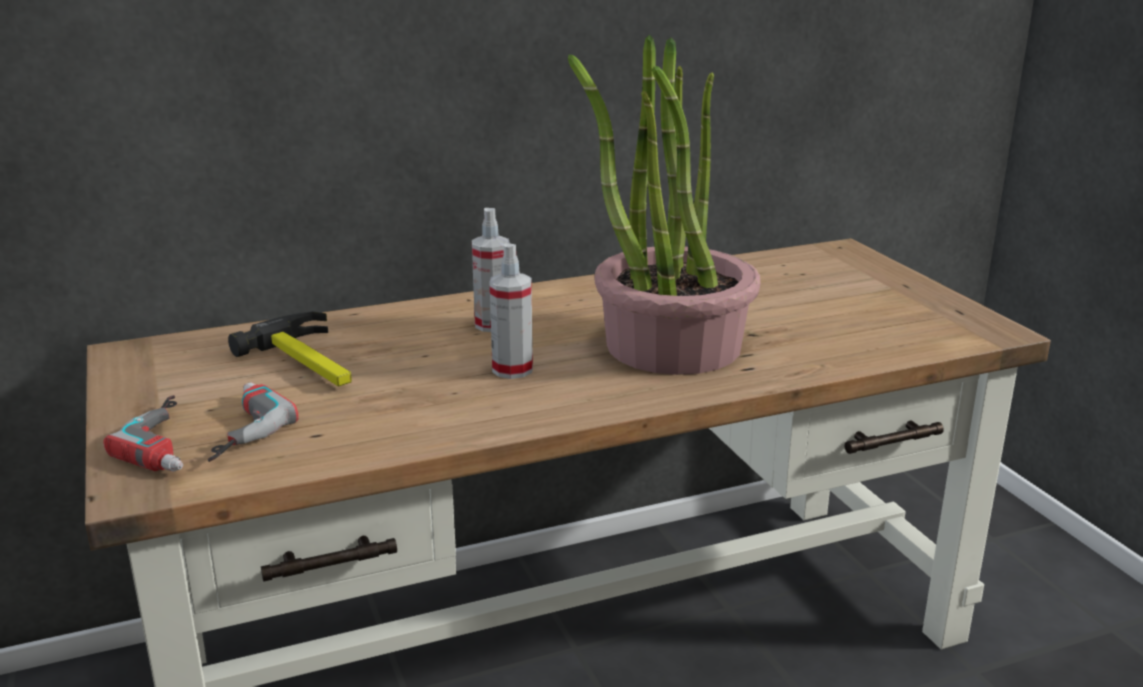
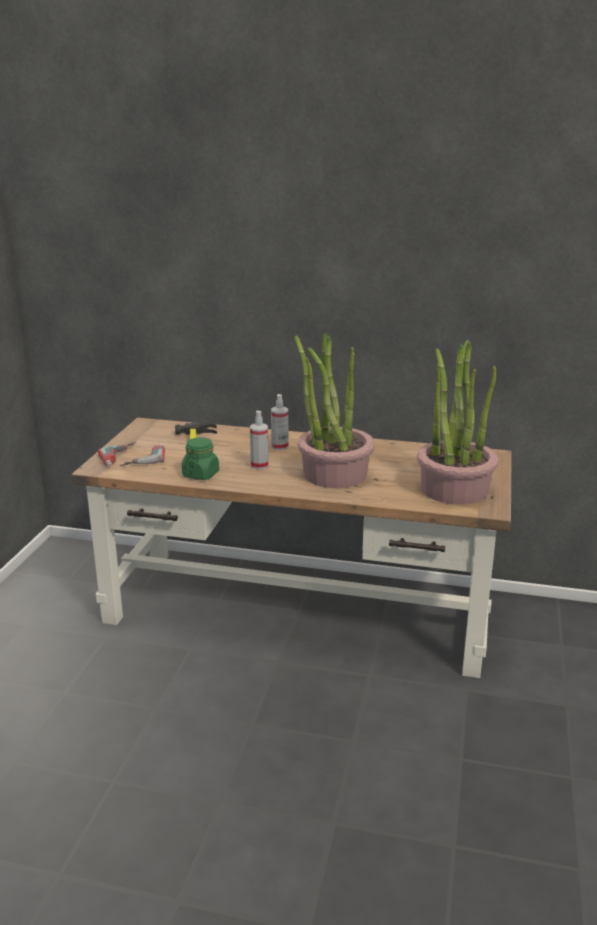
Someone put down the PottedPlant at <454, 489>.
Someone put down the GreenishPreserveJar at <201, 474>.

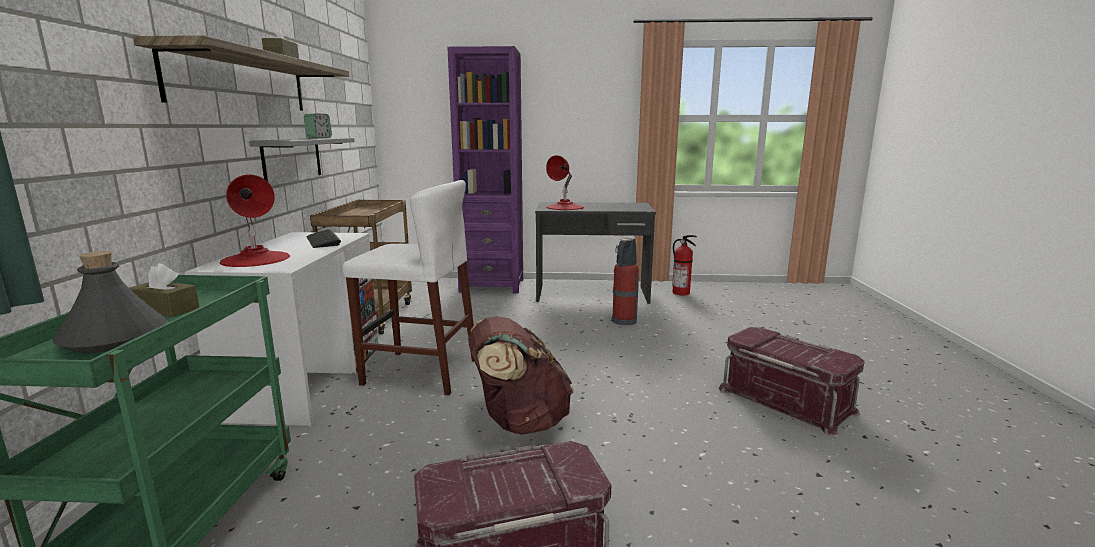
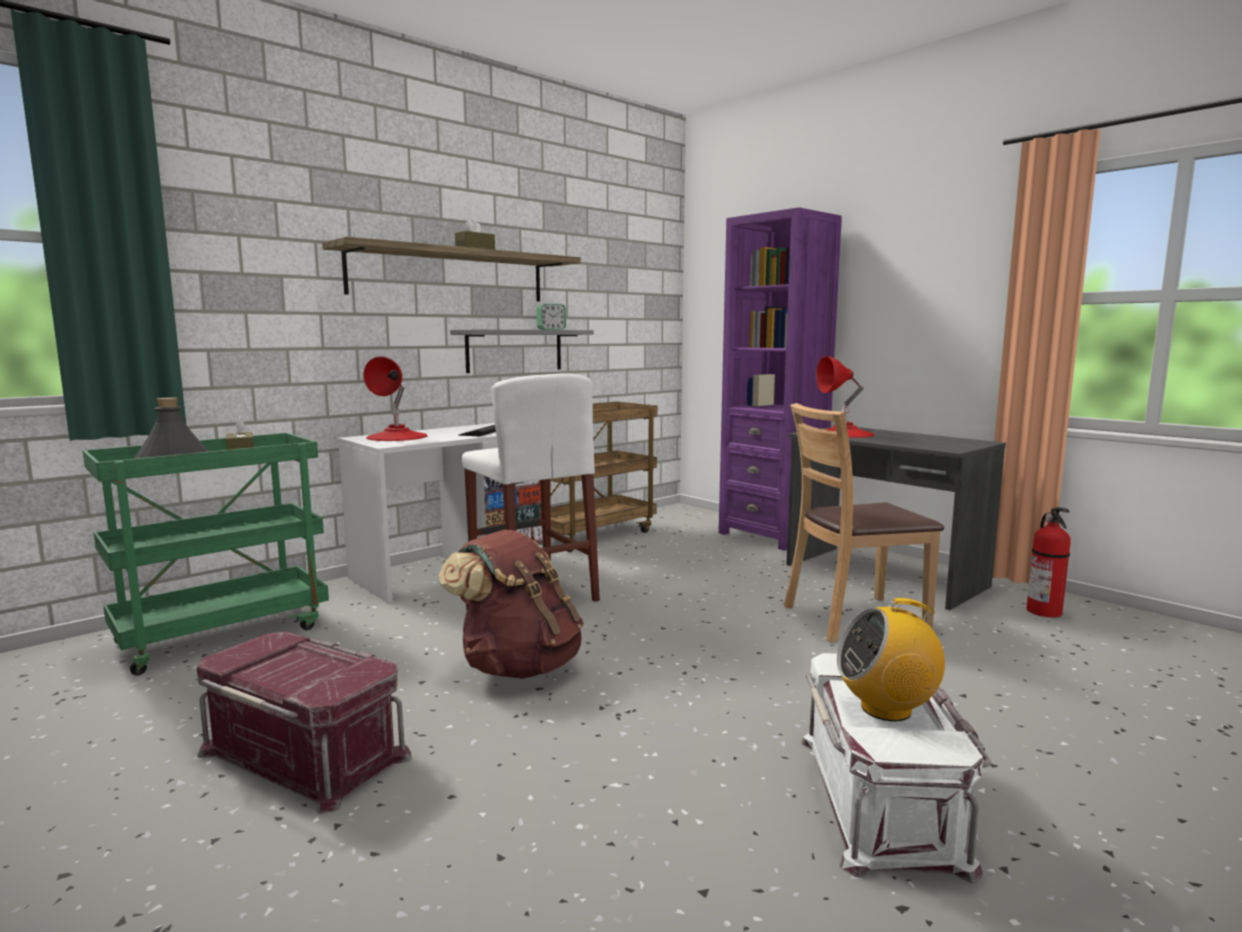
Someone swapped the FireExtinguisher at <623, 321> for the BrownColouredChair at <853, 618>.
Someone repainted the RedColouredStorageBox at <786, 400>, which became the WhitishStorageBox at <882, 799>.
Someone put down the RadioReceiver at <886, 708>.

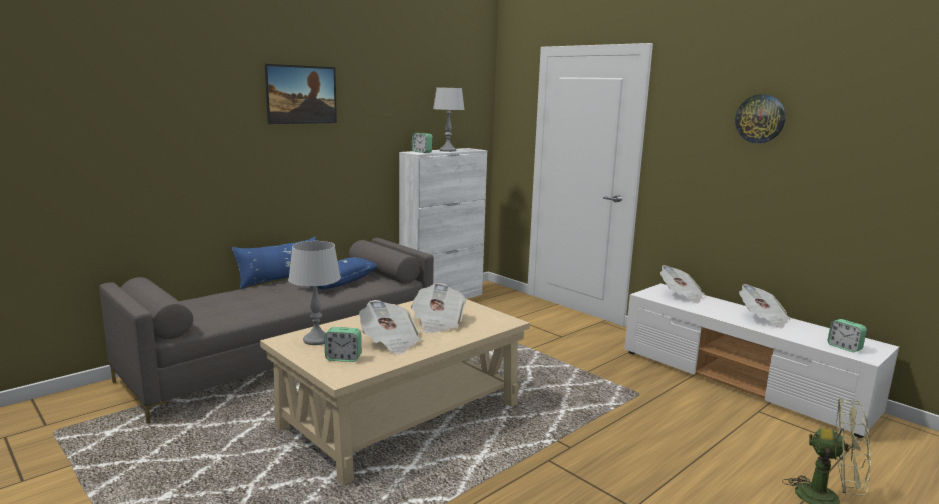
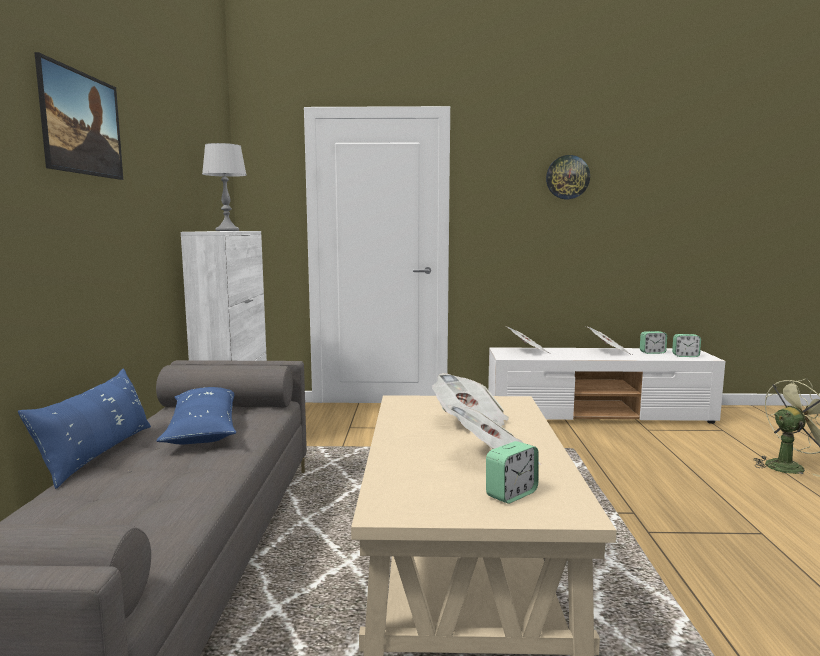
Someone carried the TableClock from <421, 152> to <652, 352>.
Someone took away the GreyishTableLamp at <316, 340>.

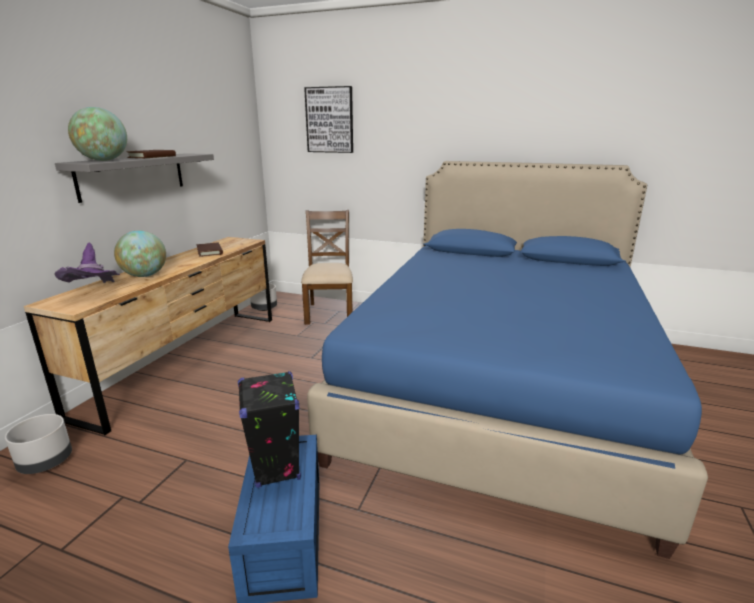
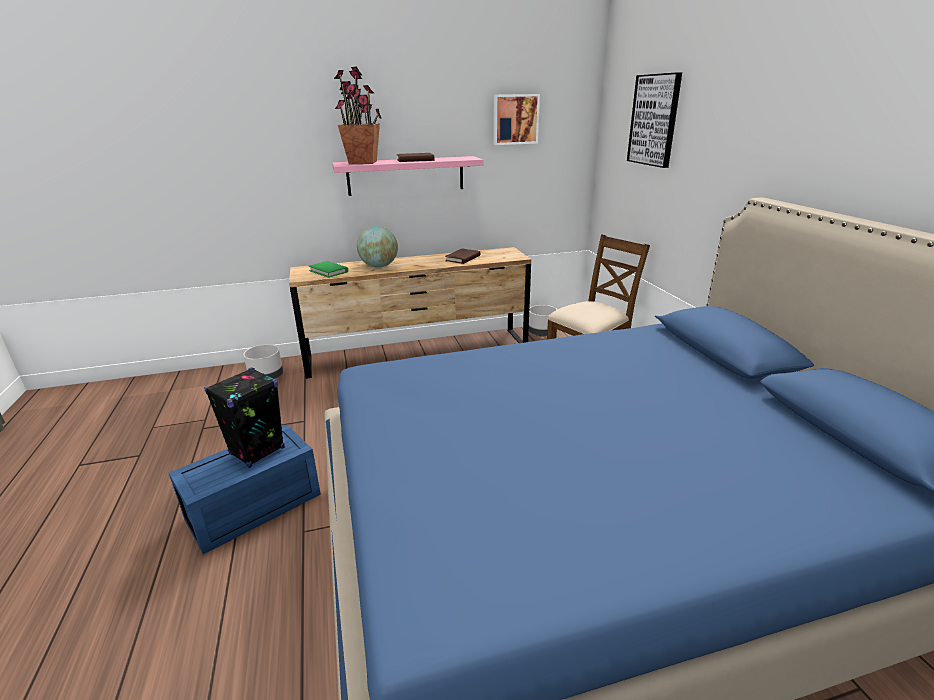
Someone swapped the WorldGlobe at <103, 160> for the PottedPlant at <363, 162>.
Someone repainted the GreyishBracketShelf at <133, 175>, which became the PinkColouredBracketShelf at <406, 175>.
Someone swapped the PurpleHat at <96, 294> for the GreenishBoundBook at <328, 271>.
Someone put up the Picture at <515, 119>.

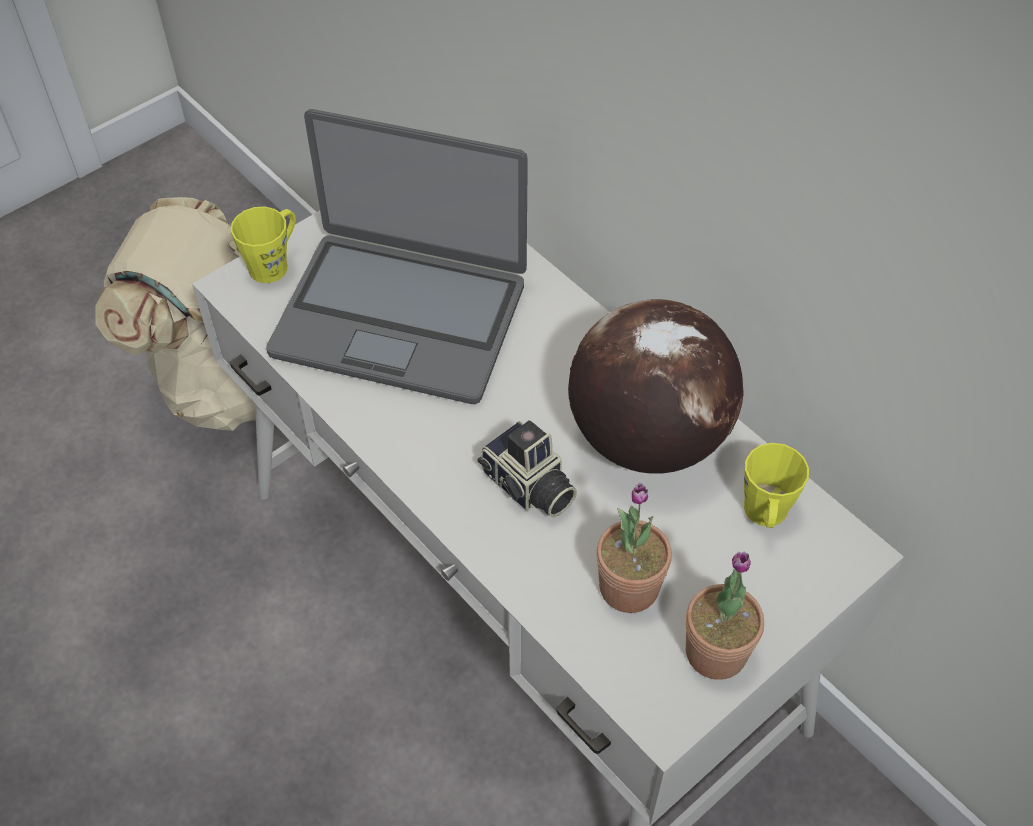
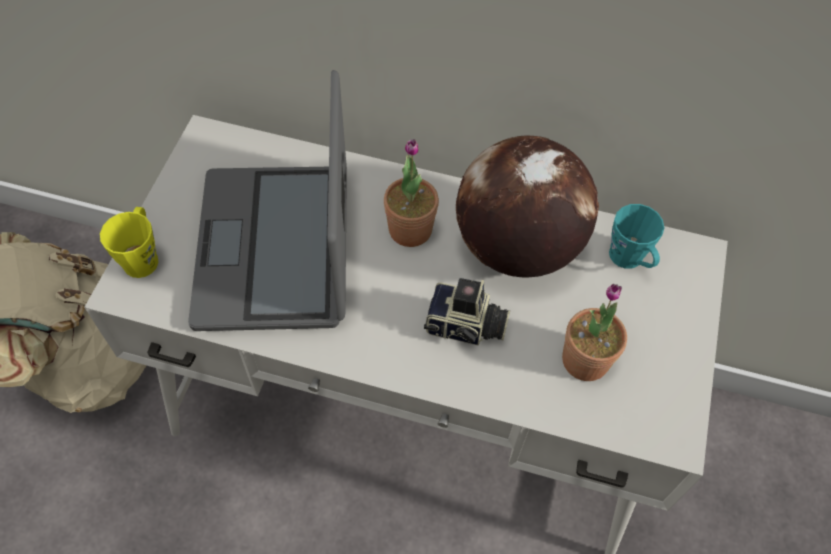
Someone rotated the NotebookComputer at <400, 316> by 105 degrees clockwise.
Someone repainted the YellowTeaMug at <765, 515>, which became the BlueGreenTeaMug at <629, 260>.
Someone carried the PottedPlant from <716, 652> to <410, 229>.

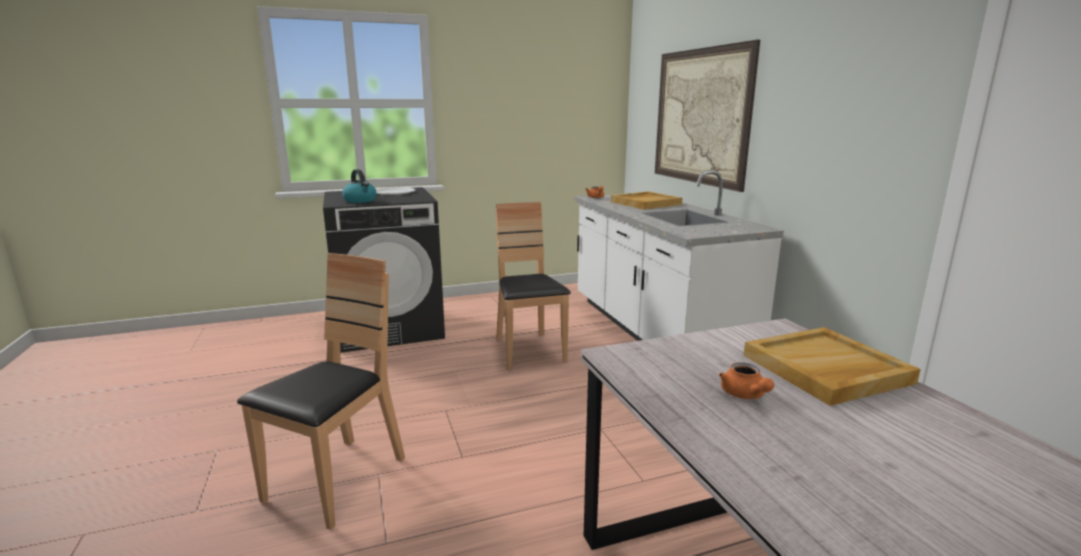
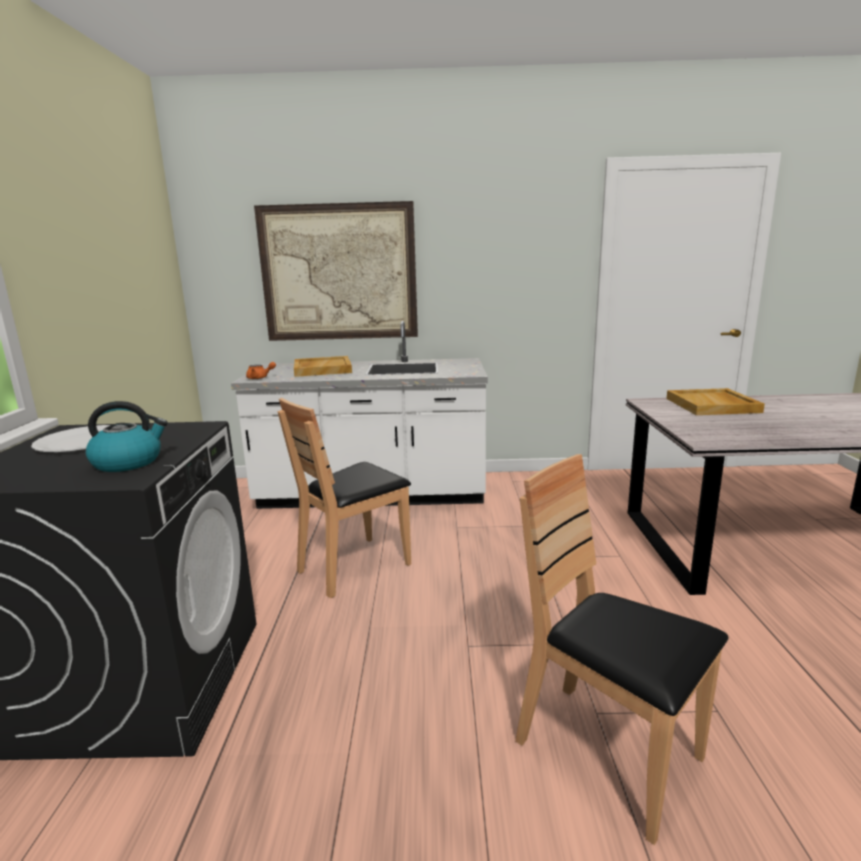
Someone rotated the BrownColouredChair at <528, 351> by 45 degrees counterclockwise.
Someone took away the OrangeColouredTeaPot at <744, 395>.

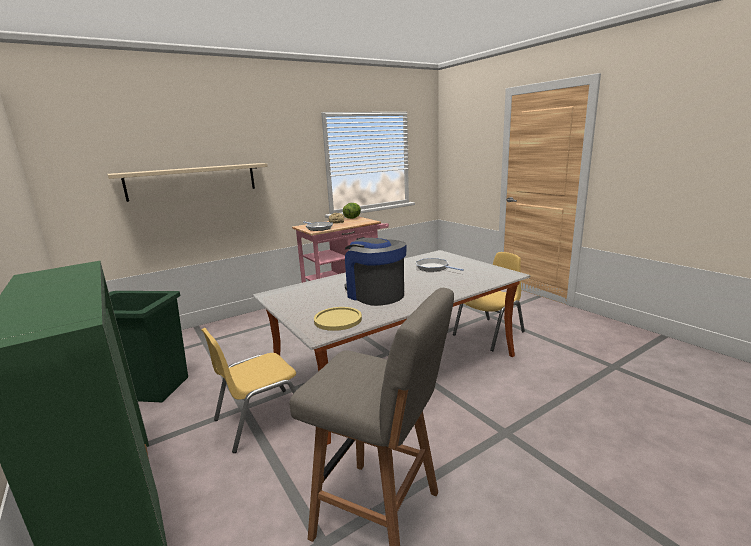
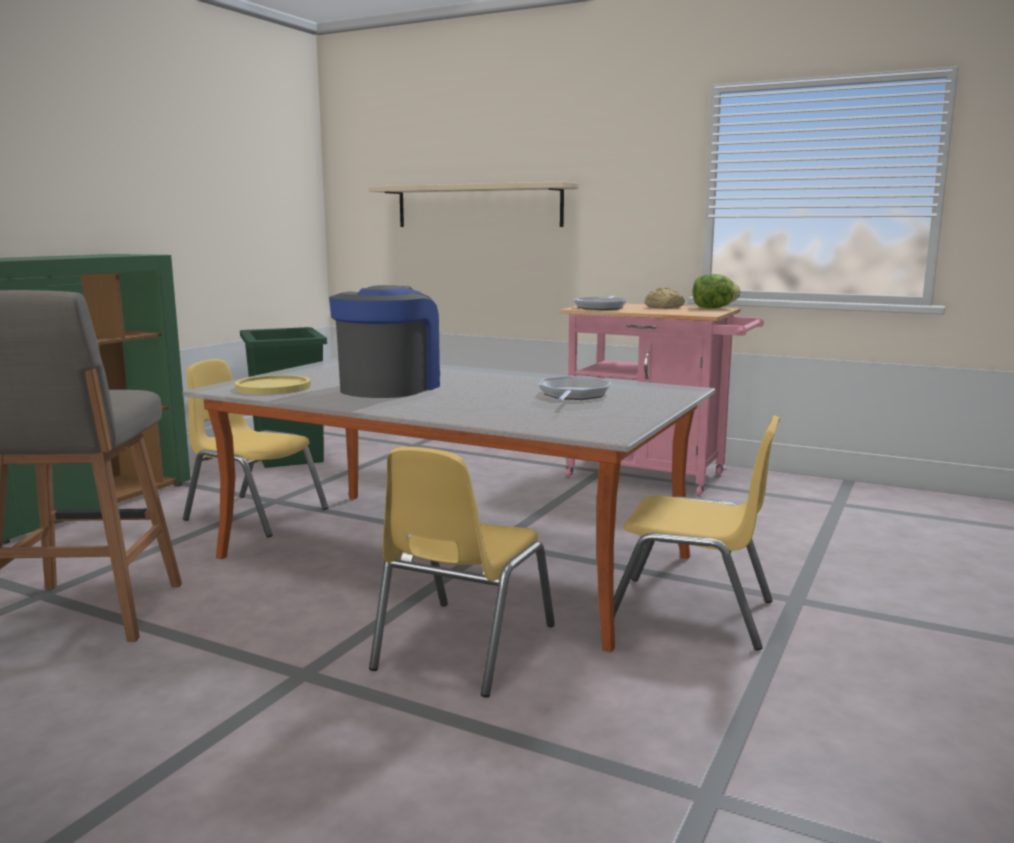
Someone put down the YellowChair at <463, 647>.

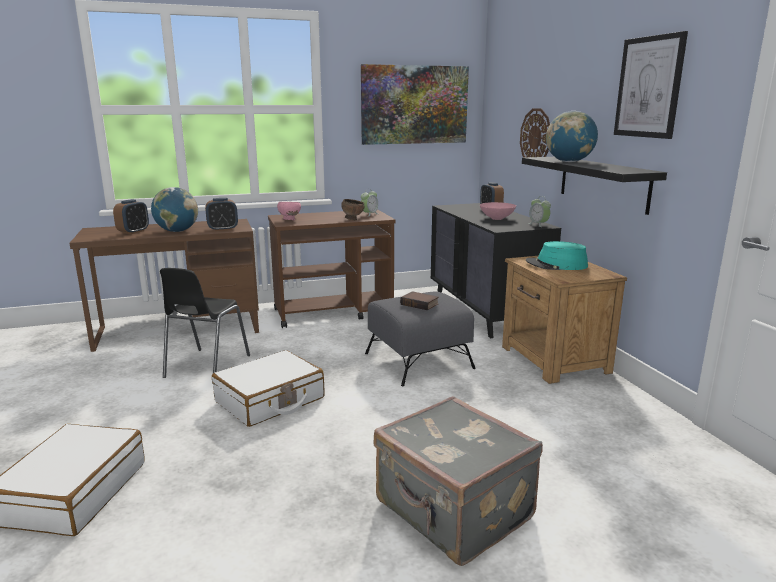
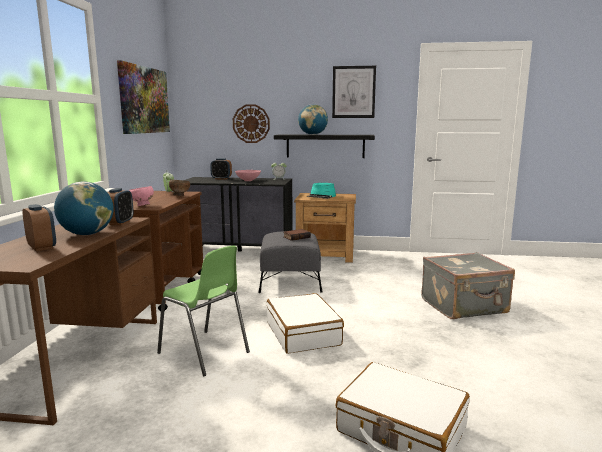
Someone repainted the BlackChair at <206, 366>, which became the GreenishChair at <204, 353>.

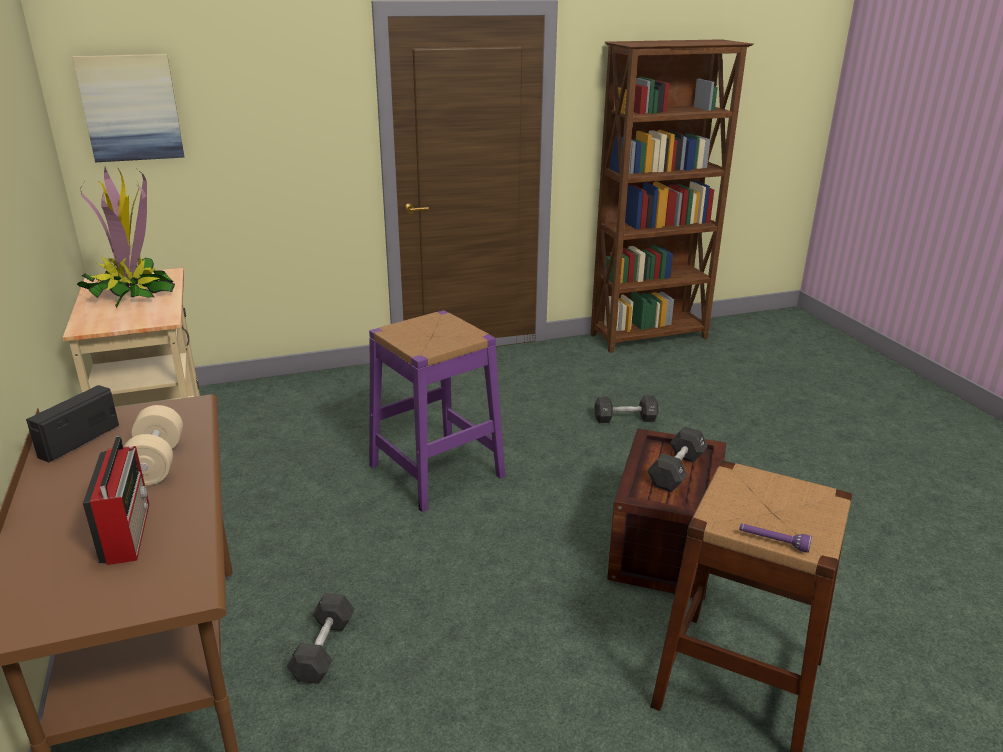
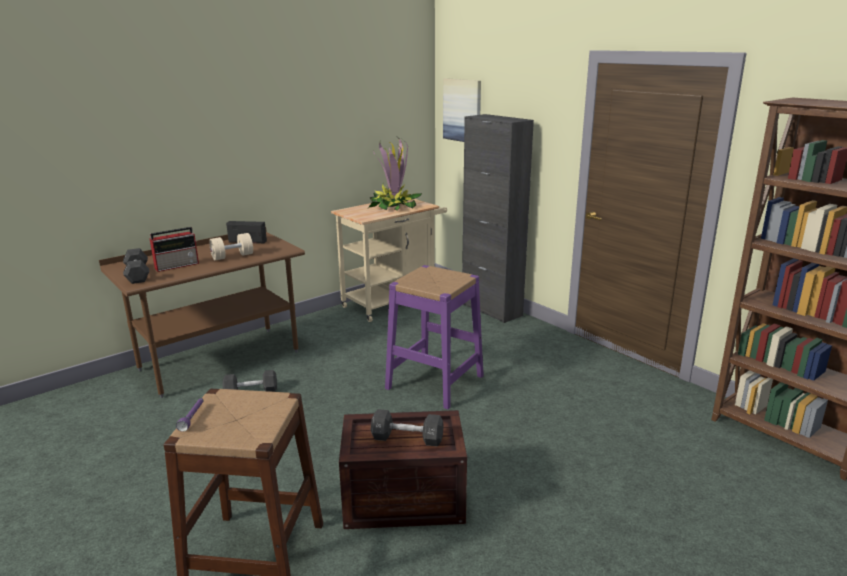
Someone carried the BlackFreeWeight from <625, 419> to <137, 274>.
Someone put down the BlackStorageCabinet at <491, 310>.

